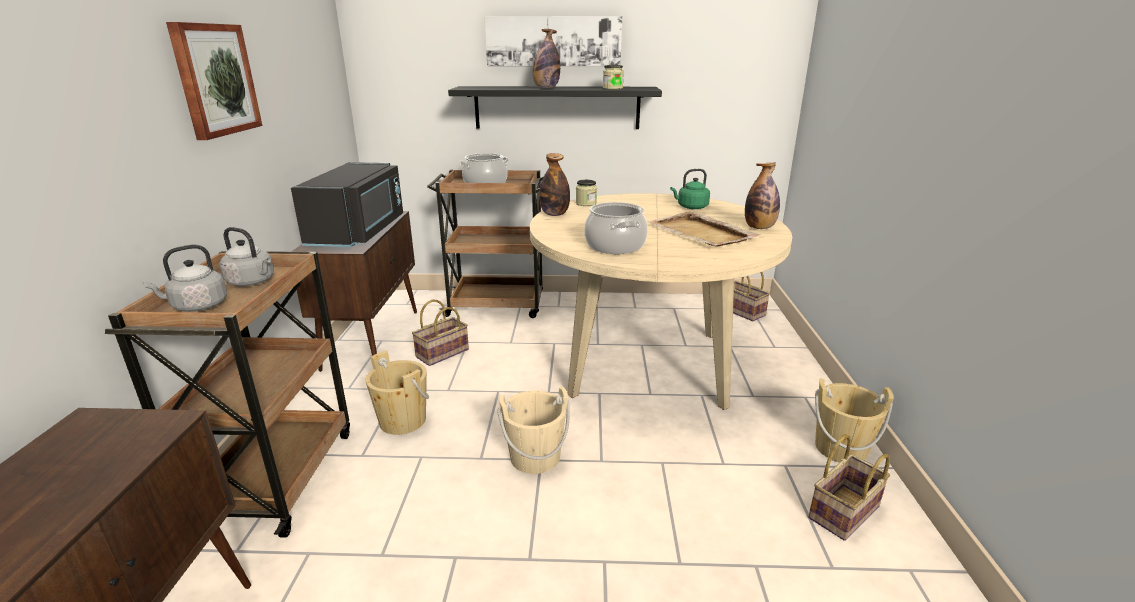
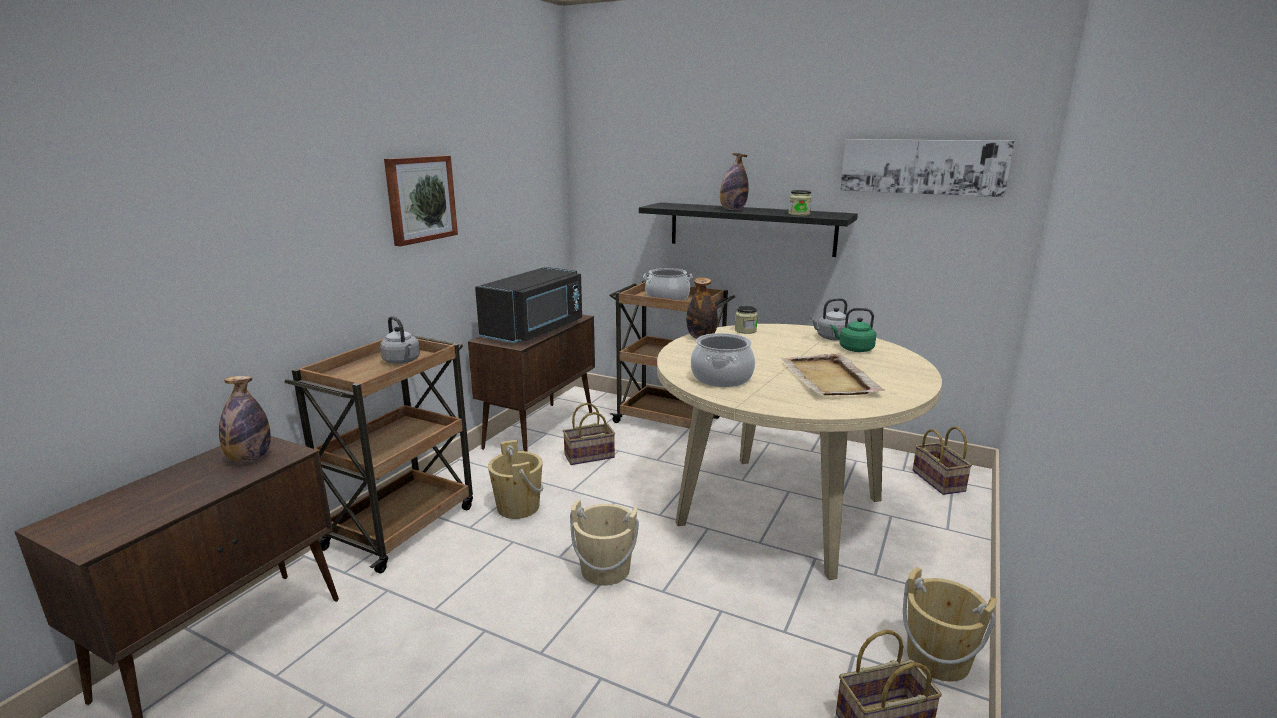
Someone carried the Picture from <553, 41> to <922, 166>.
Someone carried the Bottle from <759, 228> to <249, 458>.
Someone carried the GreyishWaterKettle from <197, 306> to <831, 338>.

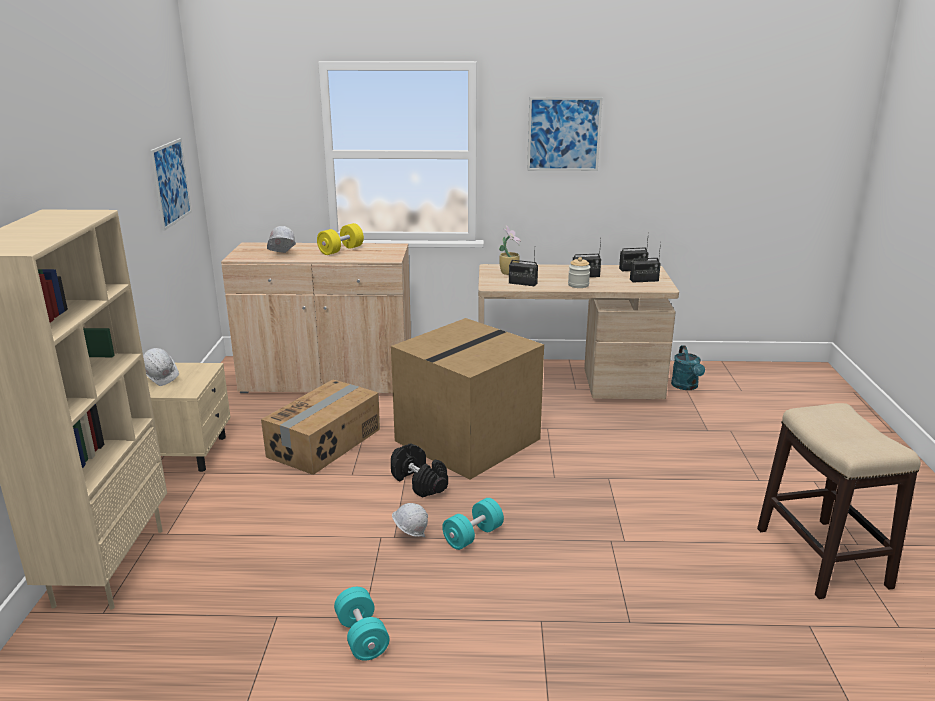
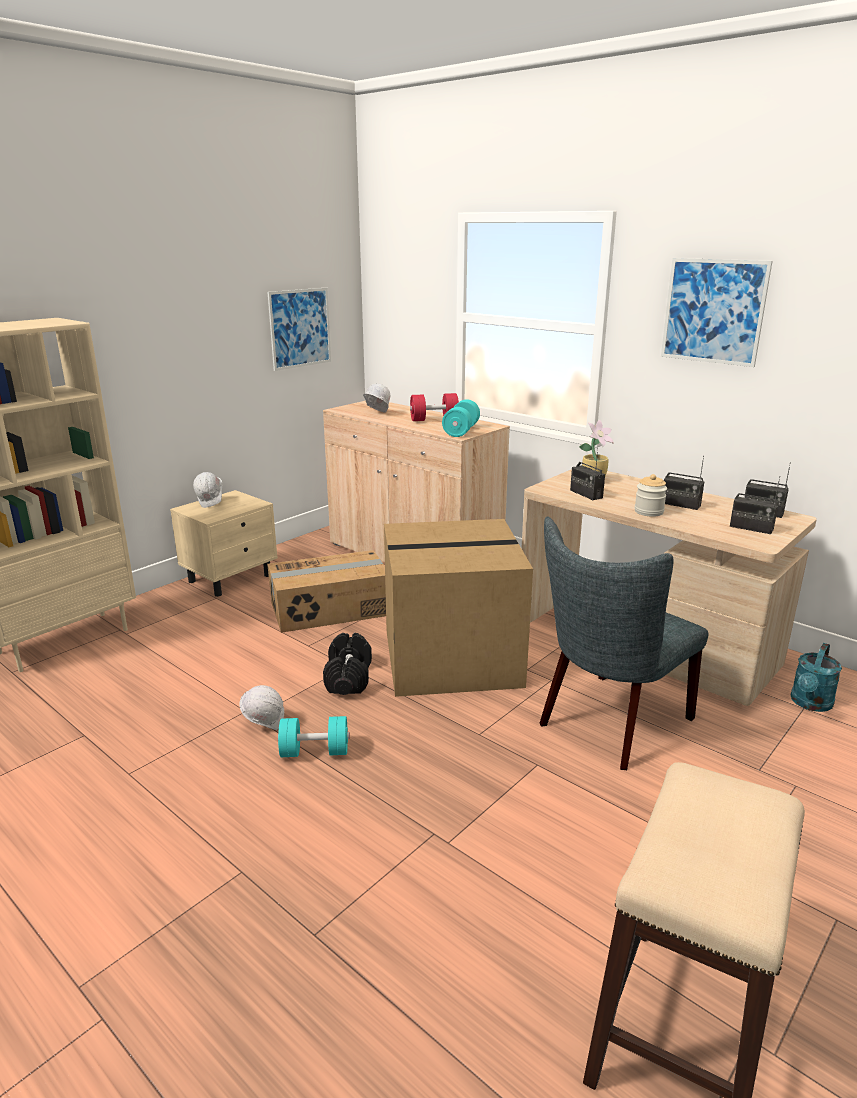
Someone repainted the YellowFreeWeight at <341, 250>, which became the RedColouredFreeWeight at <434, 420>.
Someone carried the BlueGreenFreeWeight from <362, 637> to <461, 431>.
Someone put down the GreyishChair at <609, 724>.

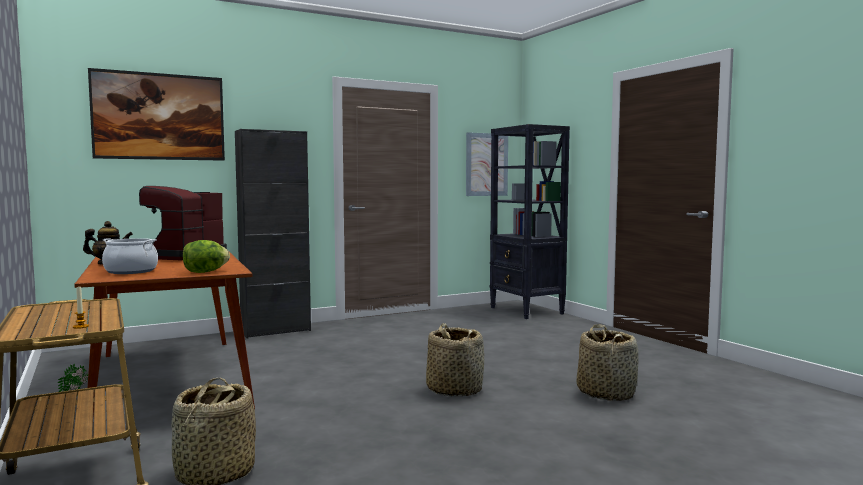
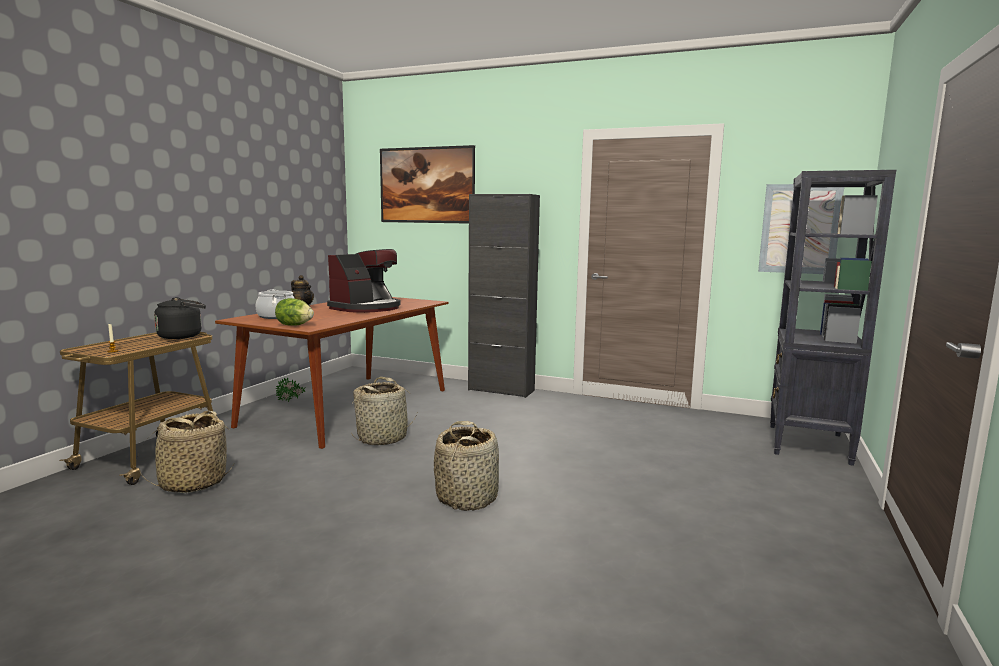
Someone rotated the CoffeeBrewer at <181, 256> by 150 degrees clockwise.
Someone carried the StorageBasket from <606, 393> to <383, 438>.
Someone put down the BlackWaterKettle at <183, 336>.

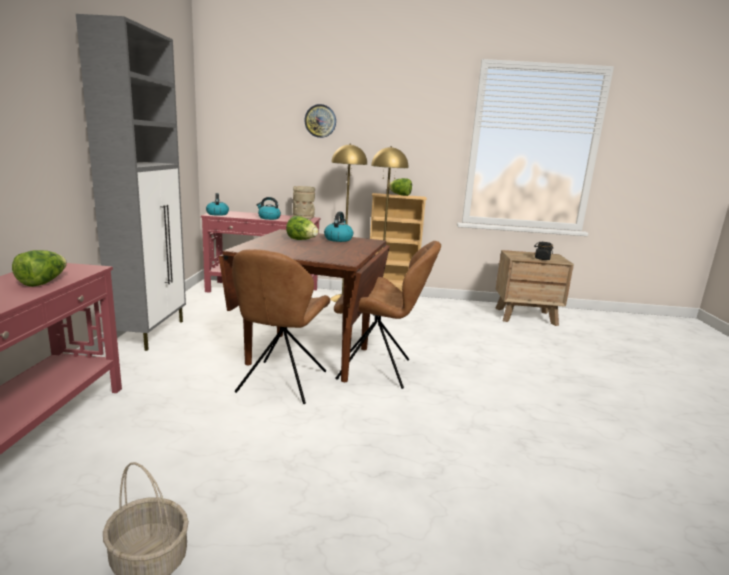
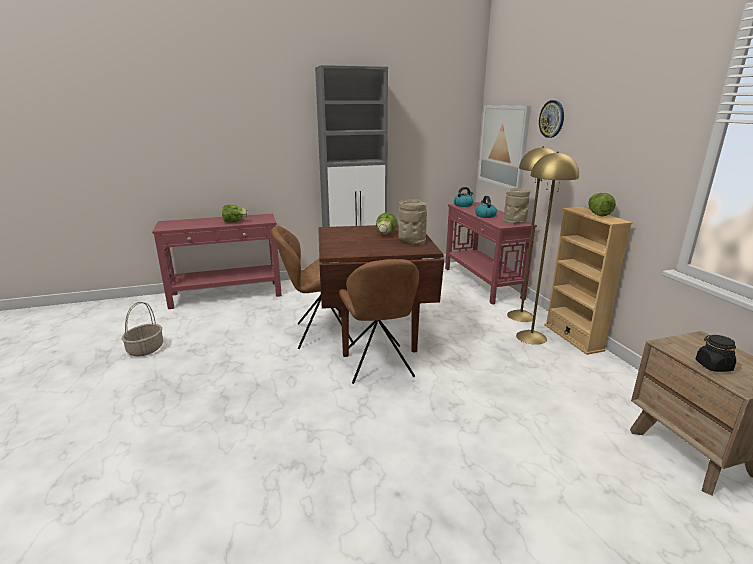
Someone swapped the WaterKettle at <338, 239> for the SandColouredFlowerVase at <411, 241>.
Someone put up the Picture at <503, 146>.

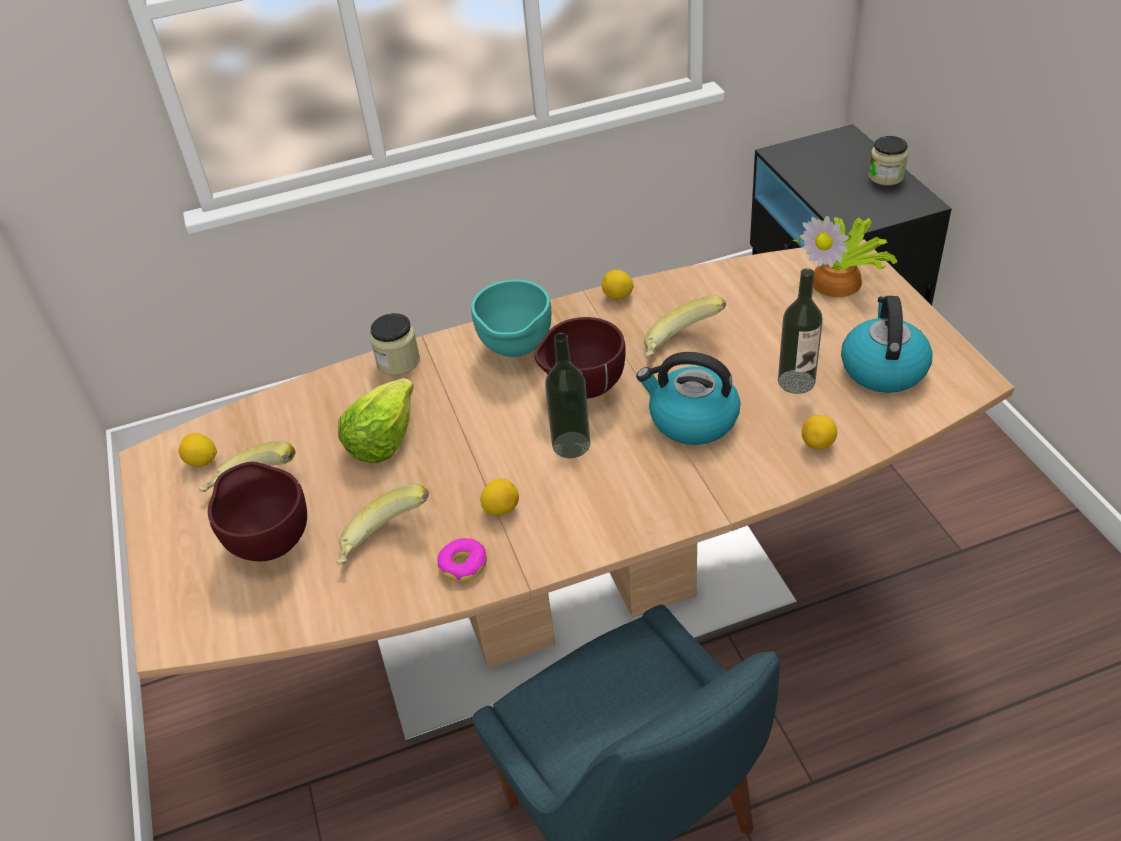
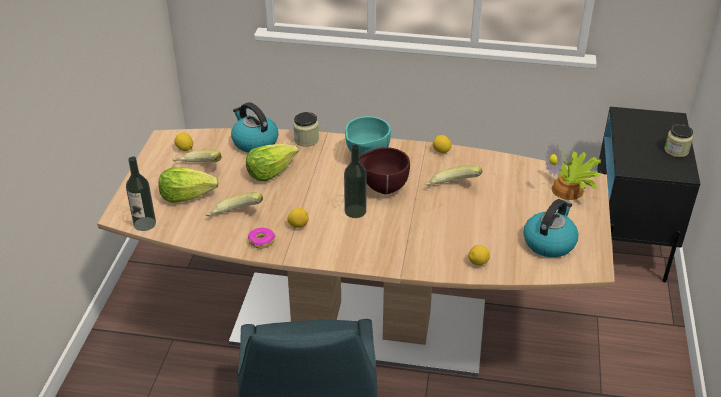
Someone carried the Bottle from <796, 381> to <144, 224>.
Someone carried the WaterKettle from <691, 420> to <254, 142>.
Someone swapped the BrownColouredDeepDish at <270, 542> for the LettuceHead at <187, 195>.

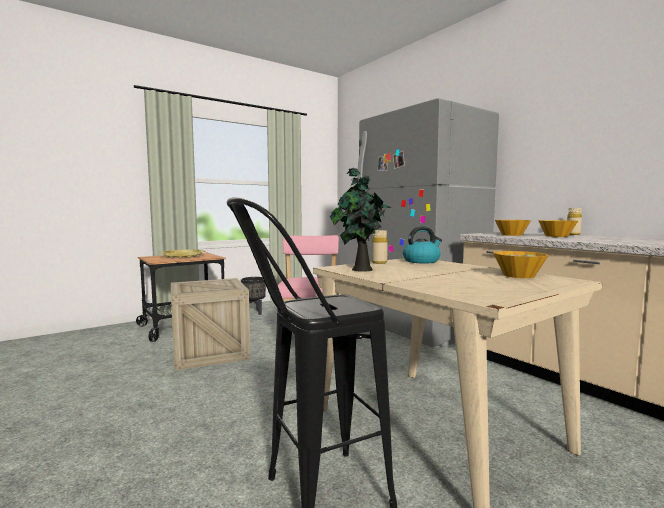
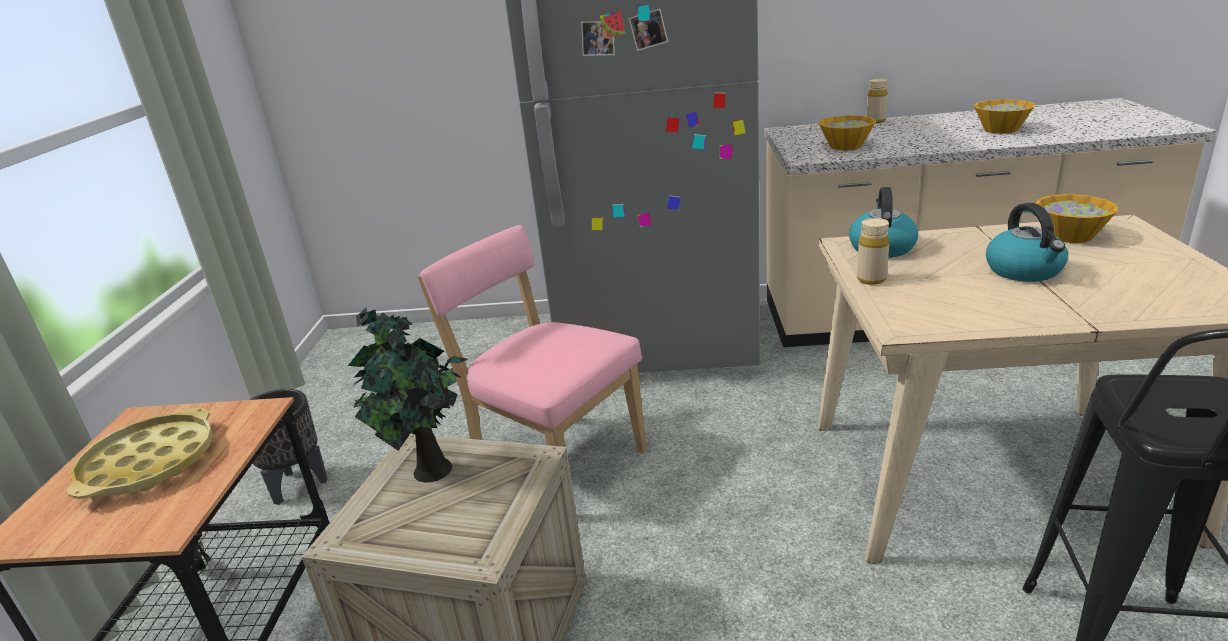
Someone carried the PottedPlant from <360, 269> to <429, 472>.
Someone carried the DeepDish from <556, 236> to <1000, 130>.
Someone put down the WaterKettle at <1025, 271>.

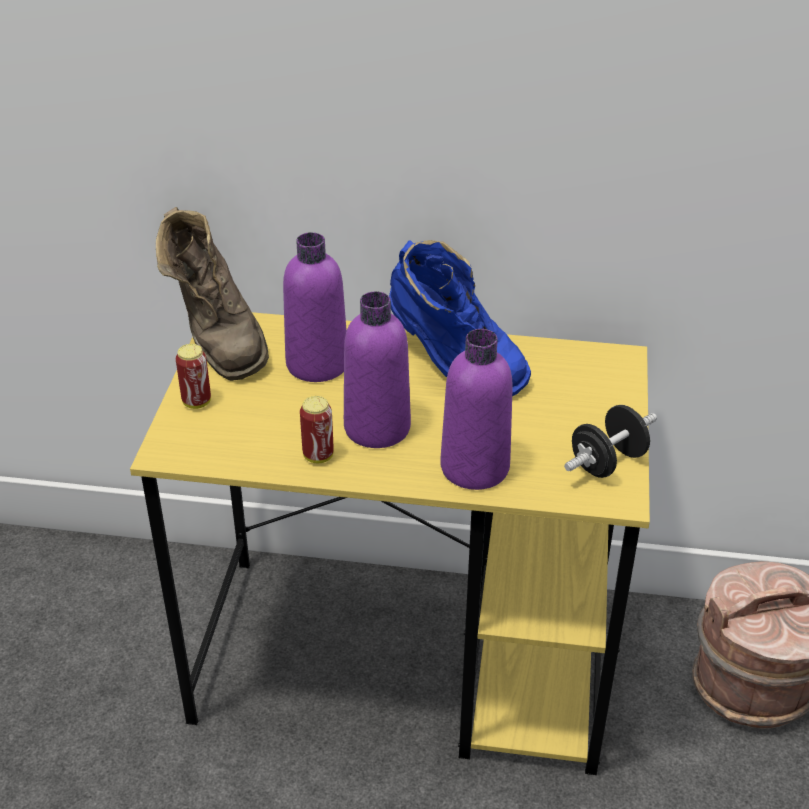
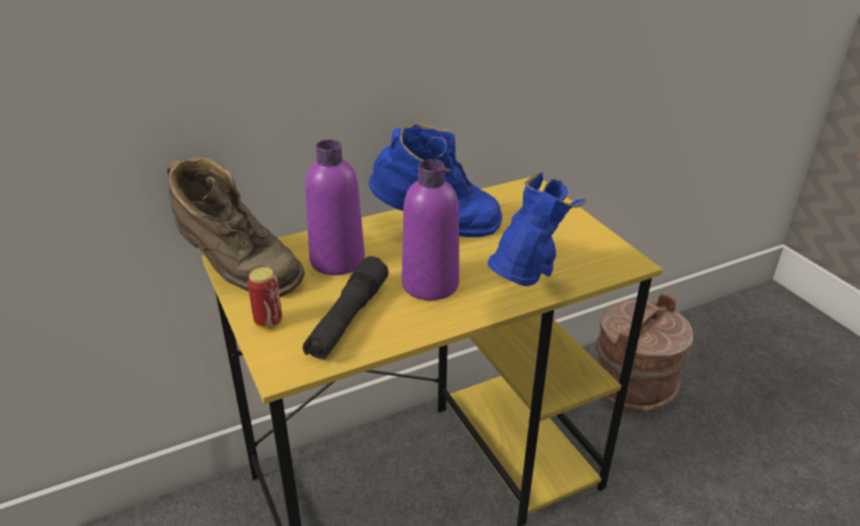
Someone swapped the PurpleBottle at <474, 467> for the BlueBoot at <525, 282>.
Someone took away the Can at <318, 456>.
Someone took away the BlackFreeWeight at <607, 462>.
Someone put down the BlackTorch at <347, 319>.

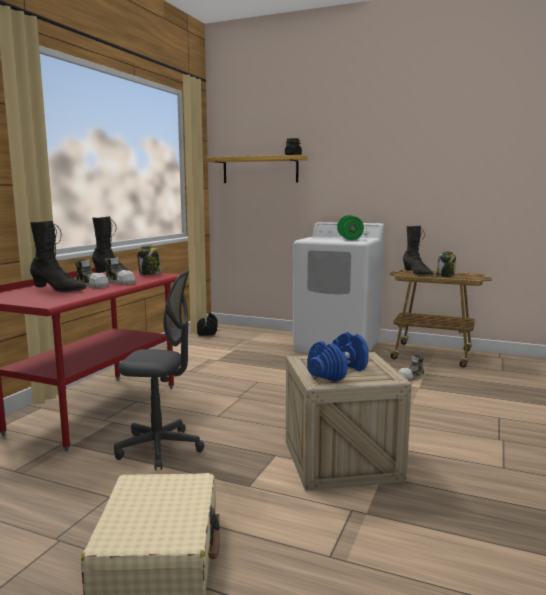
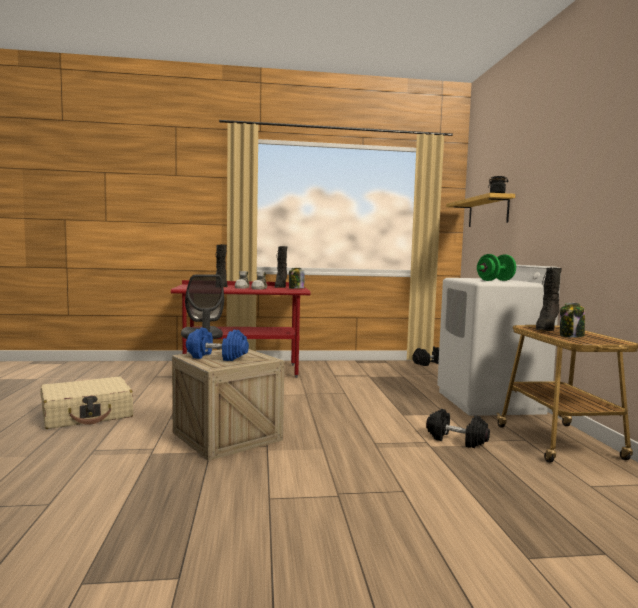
Someone swapped the LowShoe at <411, 377> for the BlackFreeWeight at <456, 440>.

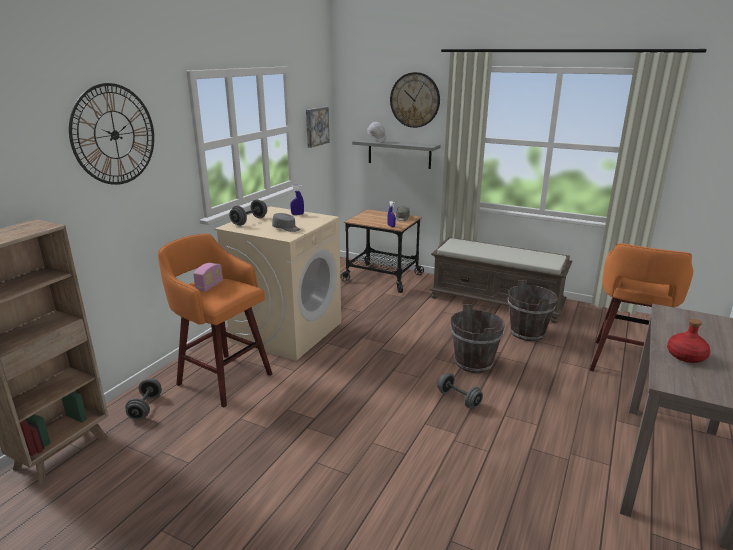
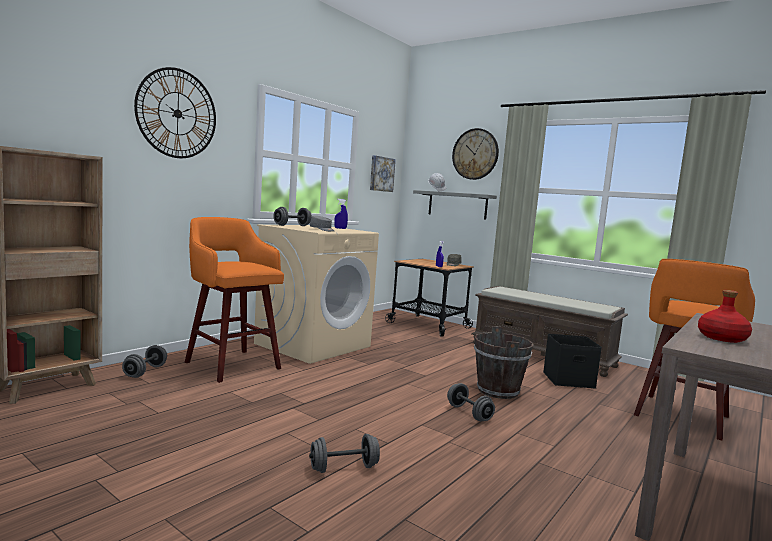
Someone took away the RadioReceiver at <209, 286>.
Someone swapped the BrownColouredPail at <527, 333> for the BlackStorageBox at <569, 379>.
Someone put down the GreyishFreeWeight at <343, 468>.

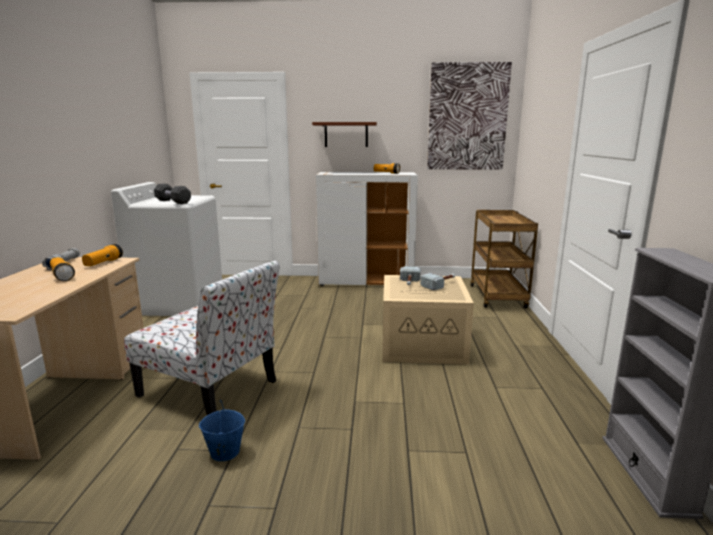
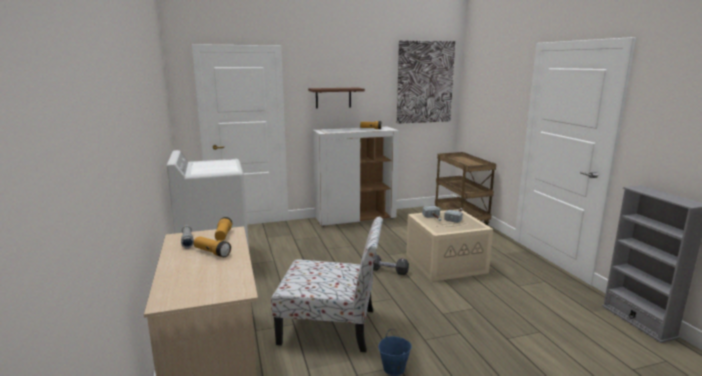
Someone carried the BlackFreeWeight from <173, 202> to <388, 271>.

